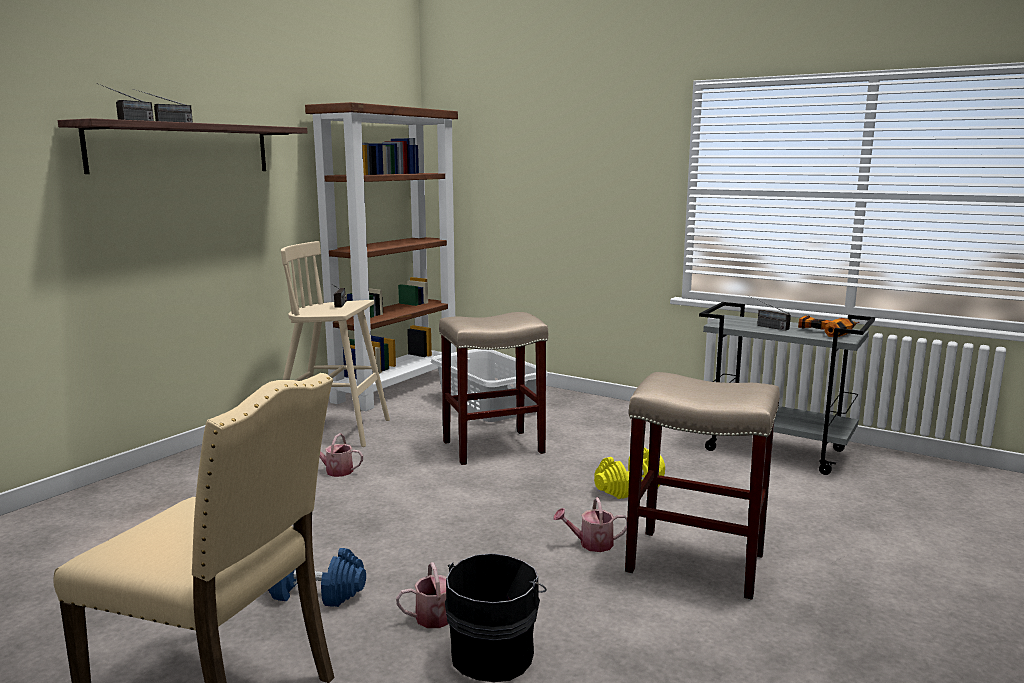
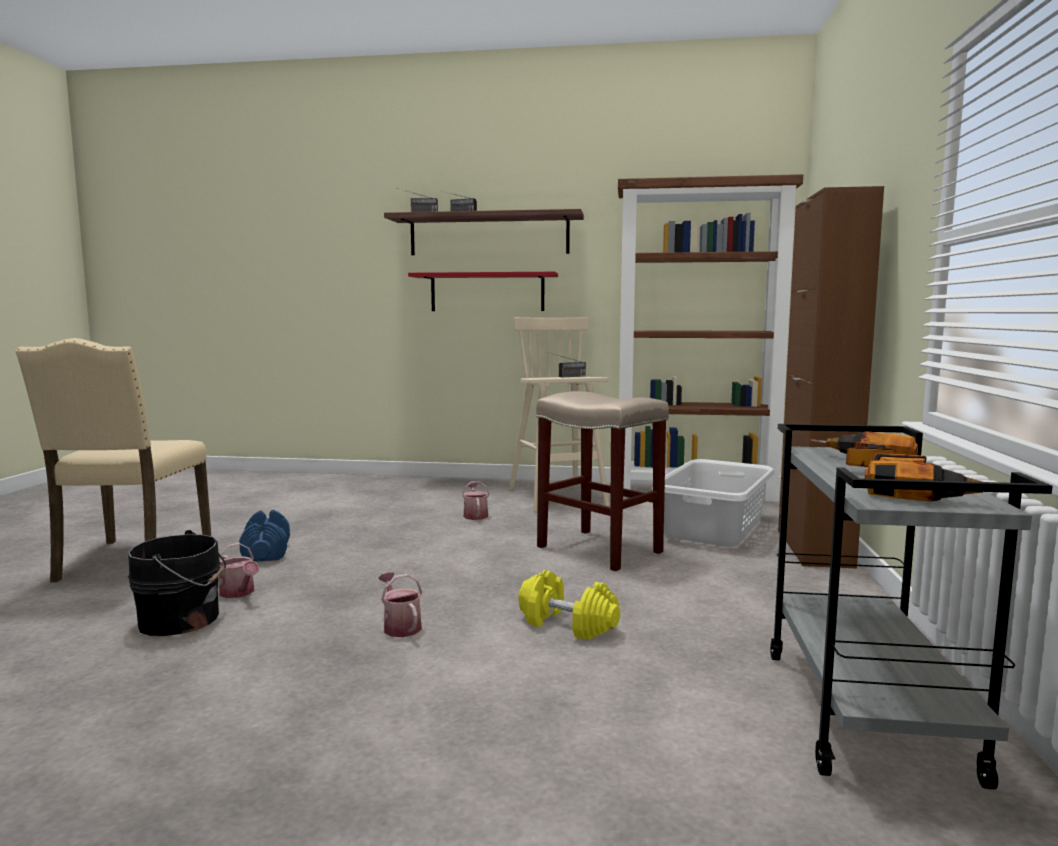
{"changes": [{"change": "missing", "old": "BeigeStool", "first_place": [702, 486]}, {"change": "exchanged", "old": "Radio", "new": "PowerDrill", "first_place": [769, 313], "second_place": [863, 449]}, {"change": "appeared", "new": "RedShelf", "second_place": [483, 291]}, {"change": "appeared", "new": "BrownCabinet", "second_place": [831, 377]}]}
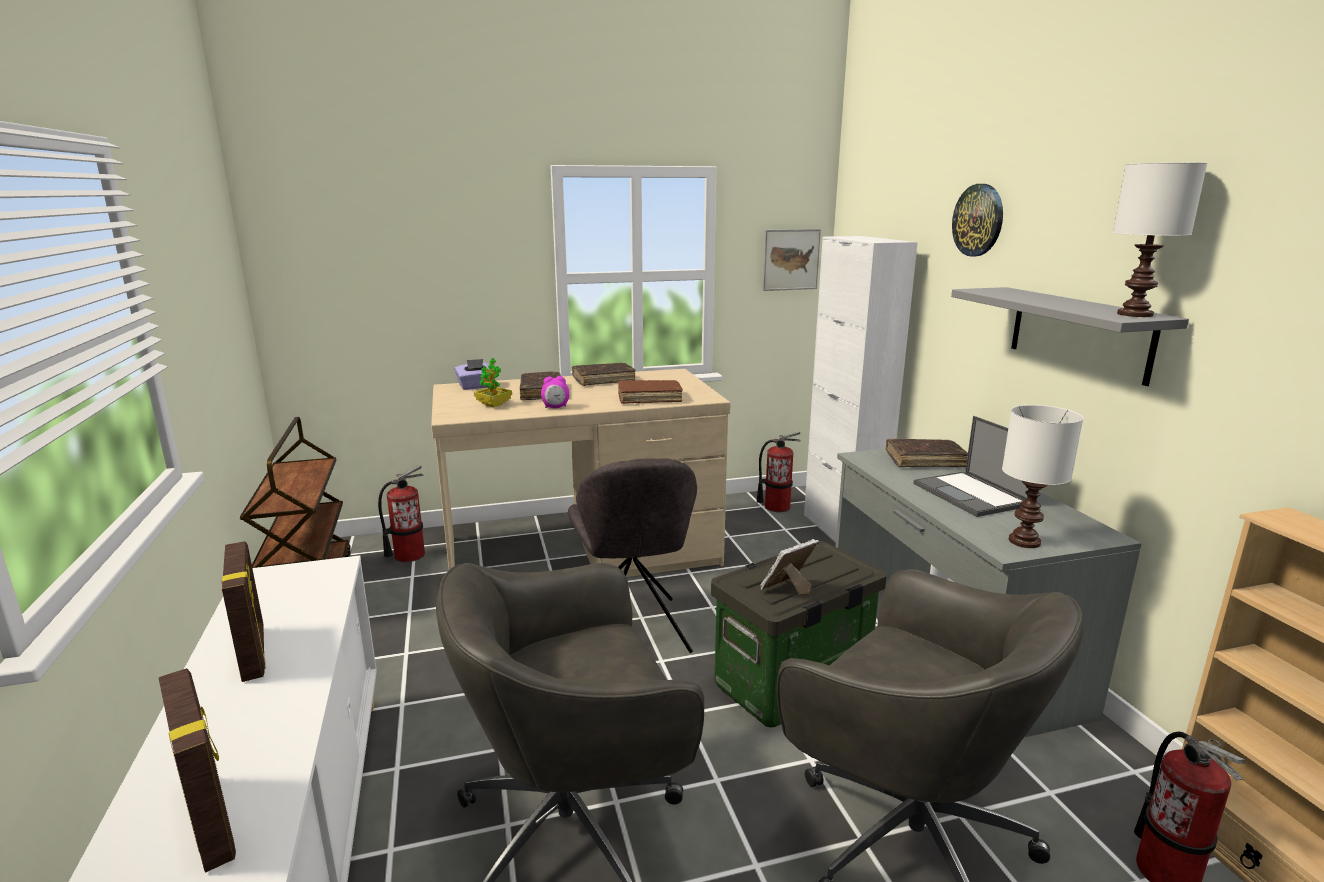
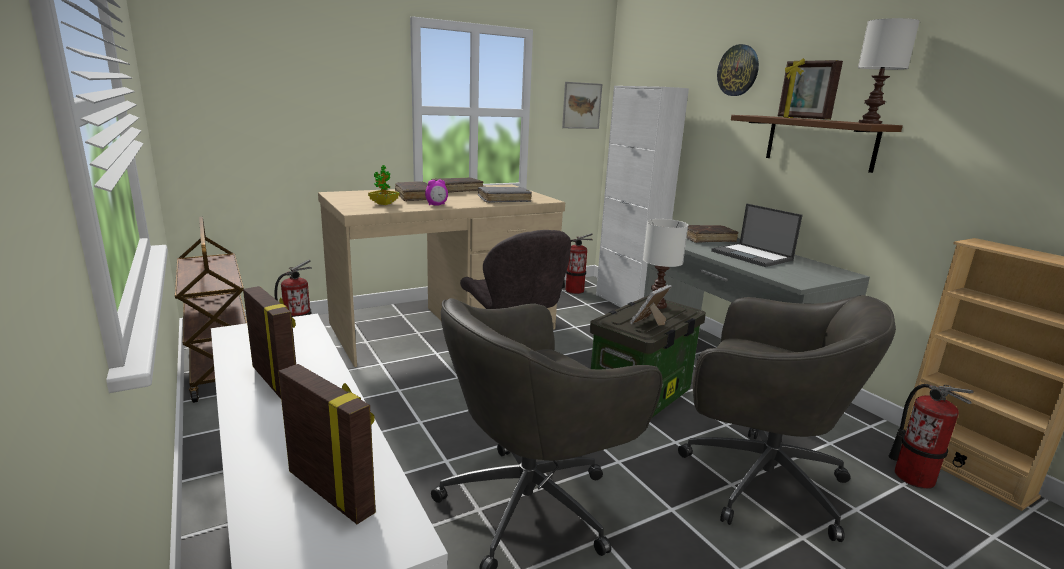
{"changes": [{"change": "missing", "old": "PurpleTissueBox", "first_place": [472, 374]}, {"change": "colour", "old": "BrownBook", "new": "GreyBook", "first_place": [650, 392], "second_place": [505, 194]}, {"change": "colour", "old": "GreyShelf", "new": "BrownShelf", "first_place": [1070, 336], "second_place": [817, 144]}, {"change": "relocated", "old": "WhiteTableLamp", "first_place": [1042, 476], "second_place": [665, 264]}, {"change": "appeared", "new": "PictureFrame", "second_place": [810, 89]}]}
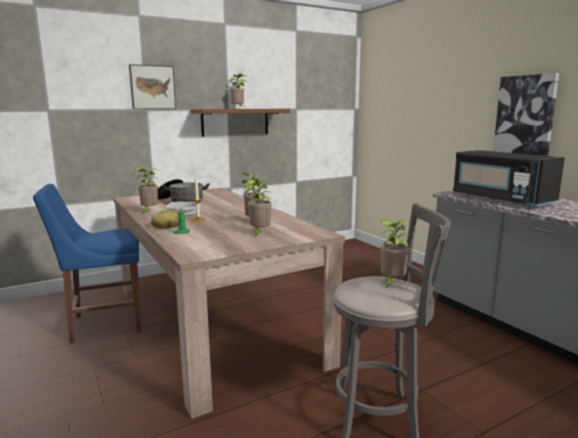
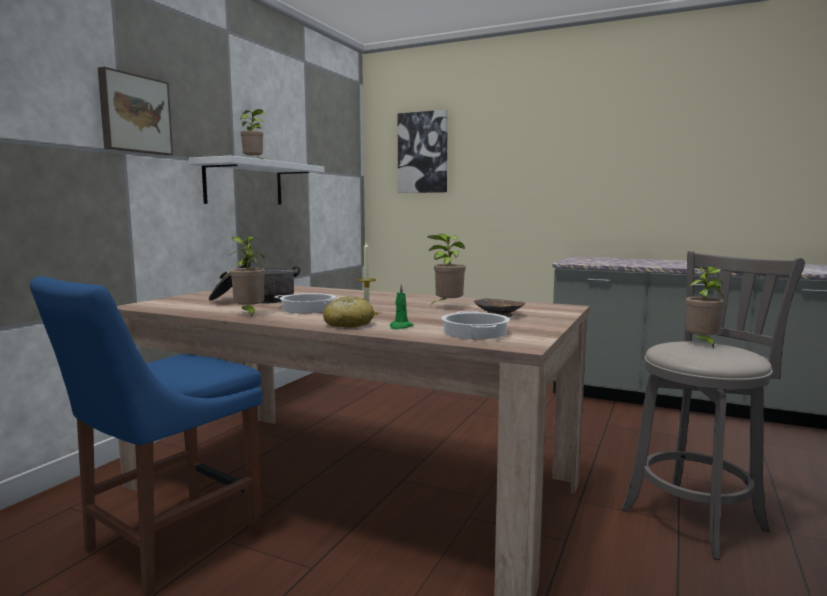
{"changes": [{"change": "colour", "old": "BrownShelf", "new": "WhiteShelf", "first_place": [240, 123], "second_place": [256, 180]}, {"change": "exchanged", "old": "PottedPlant", "new": "BrownBowl", "first_place": [259, 208], "second_place": [499, 308]}, {"change": "missing", "old": "BlackMicrowave", "first_place": [509, 179]}, {"change": "relocated", "old": "Picture", "first_place": [526, 114], "second_place": [423, 151]}, {"change": "appeared", "new": "CookingPot", "second_place": [475, 325]}]}
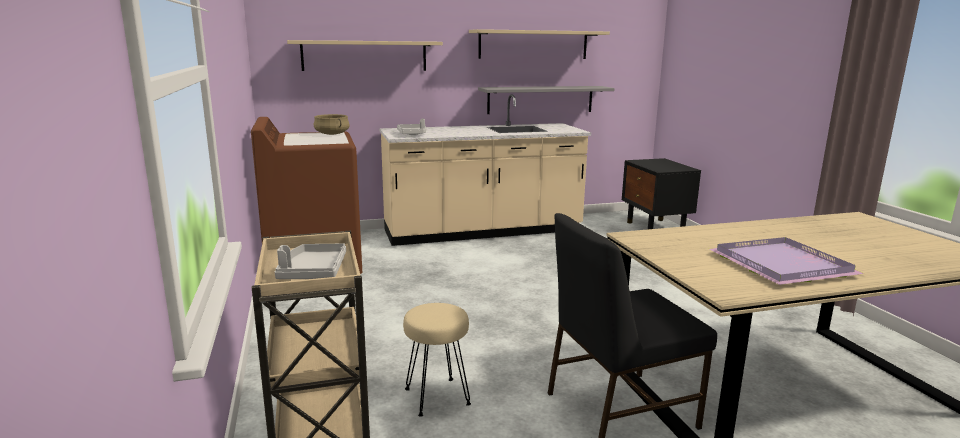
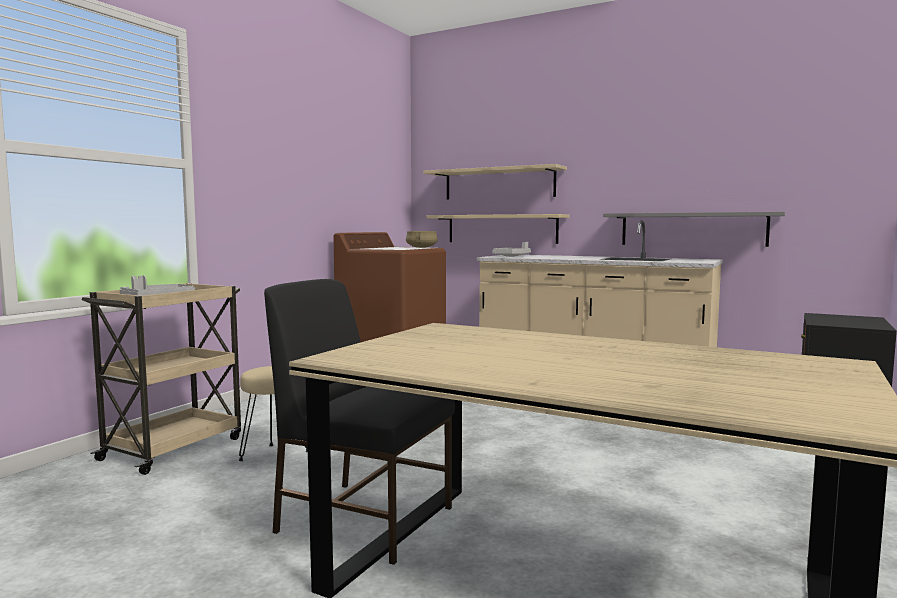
{"changes": [{"change": "relocated", "old": "BeigeShelf", "first_place": [539, 44], "second_place": [497, 229]}, {"change": "missing", "old": "PurpleTray", "first_place": [787, 261]}]}
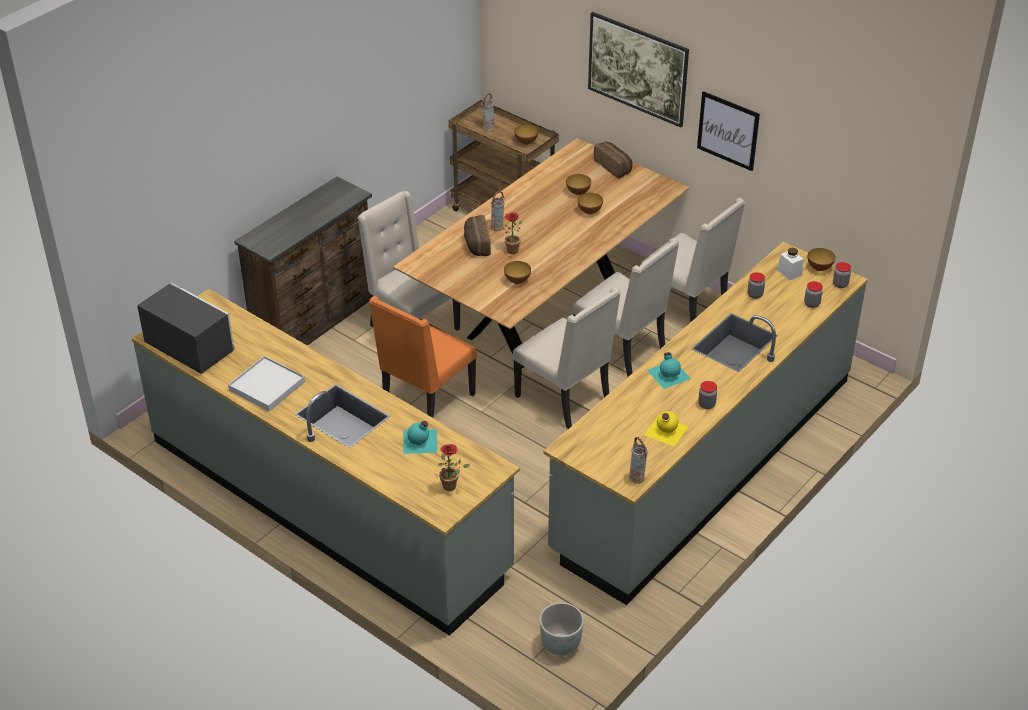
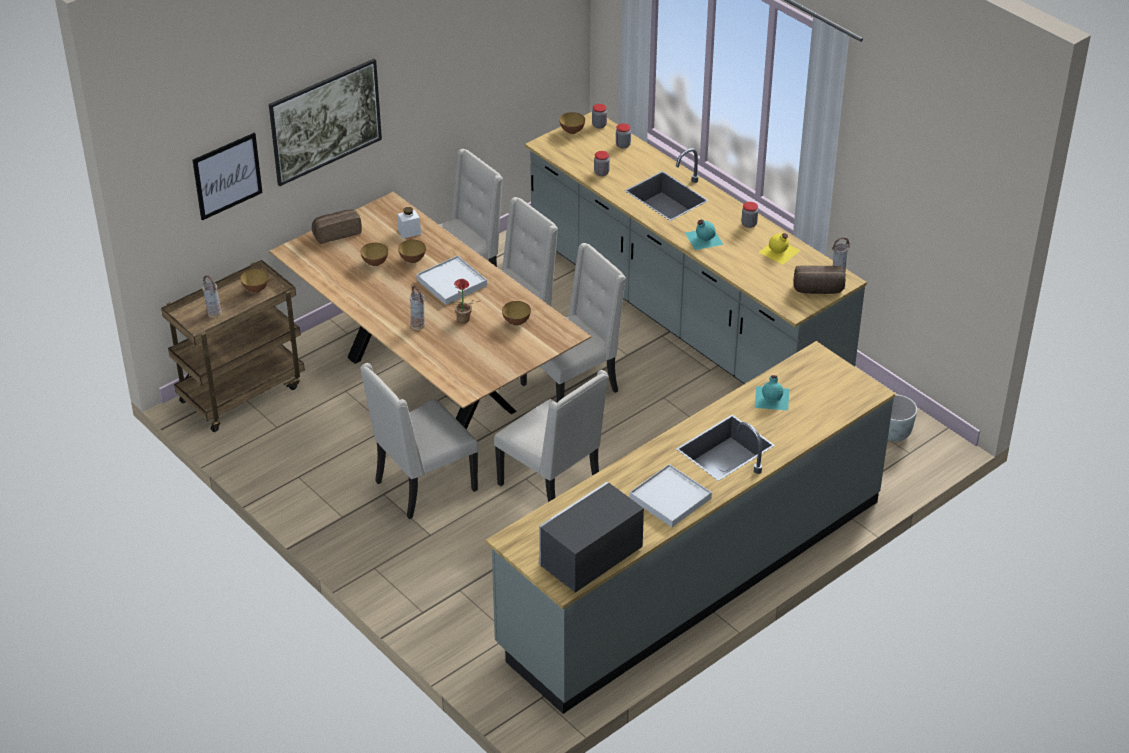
{"changes": [{"change": "missing", "old": "BrownDresser", "first_place": [303, 261]}, {"change": "colour", "old": "OrangeChair", "new": "BeigeChair", "first_place": [423, 357], "second_place": [551, 436]}, {"change": "missing", "old": "PottedPlant", "first_place": [454, 467]}, {"change": "relocated", "old": "Bread", "first_place": [477, 235], "second_place": [820, 279]}, {"change": "relocated", "old": "Picture", "first_place": [728, 131], "second_place": [228, 176]}, {"change": "relocated", "old": "WhiteJar", "first_place": [790, 264], "second_place": [409, 223]}, {"change": "appeared", "new": "WhiteTray", "second_place": [451, 280]}]}
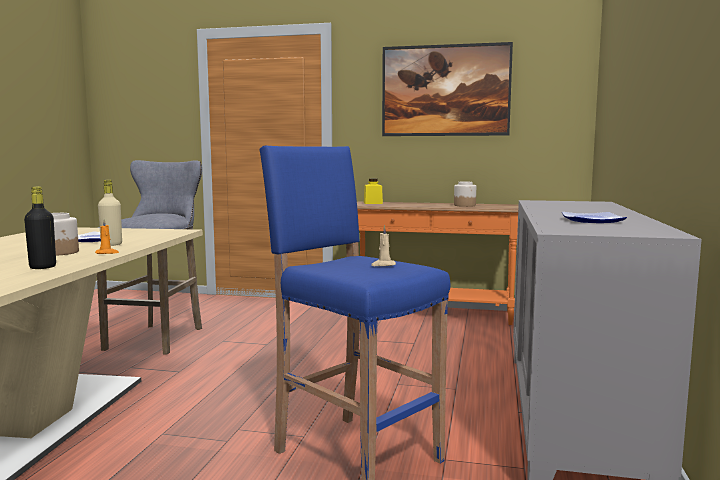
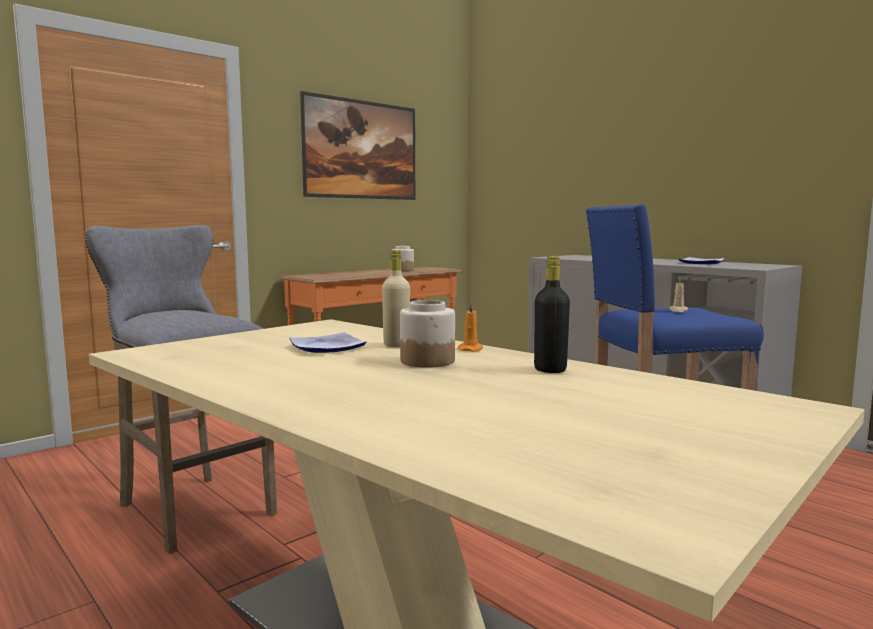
{"changes": [{"change": "missing", "old": "YellowJar", "first_place": [373, 191]}]}
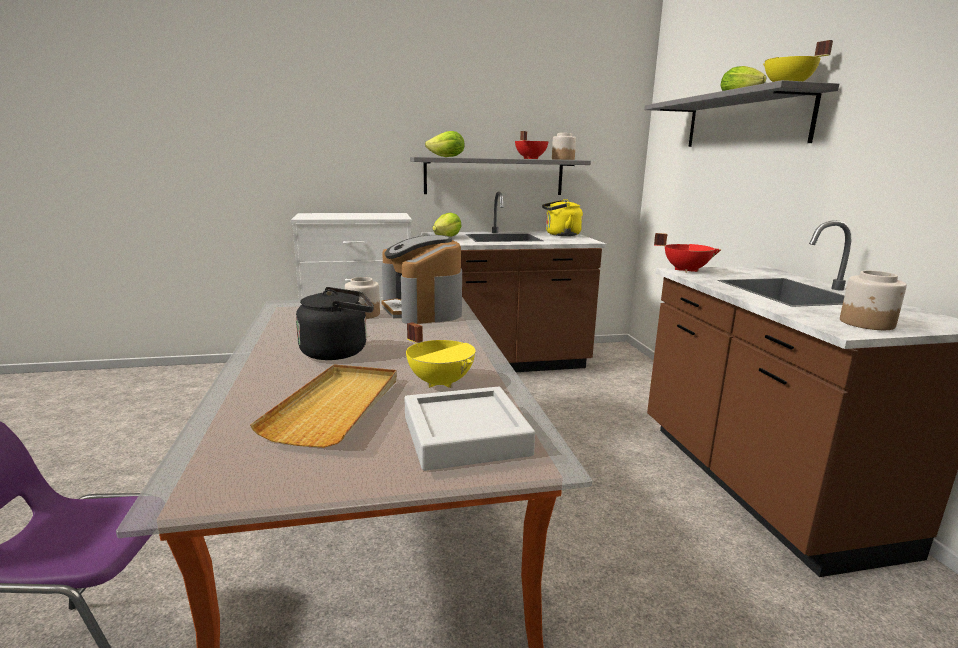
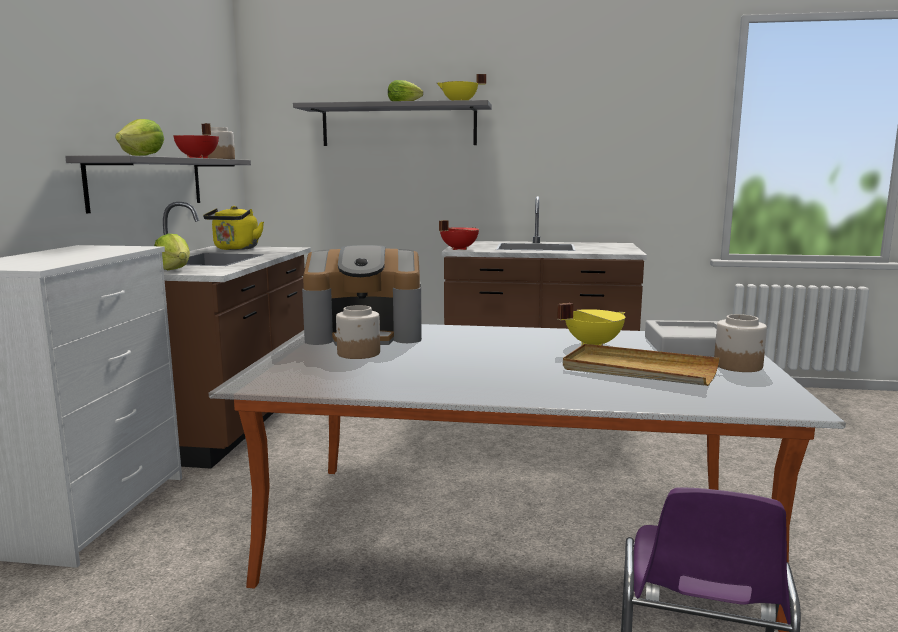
{"changes": [{"change": "missing", "old": "BlackKettle", "first_place": [335, 323]}, {"change": "relocated", "old": "Jar", "first_place": [873, 300], "second_place": [740, 343]}]}
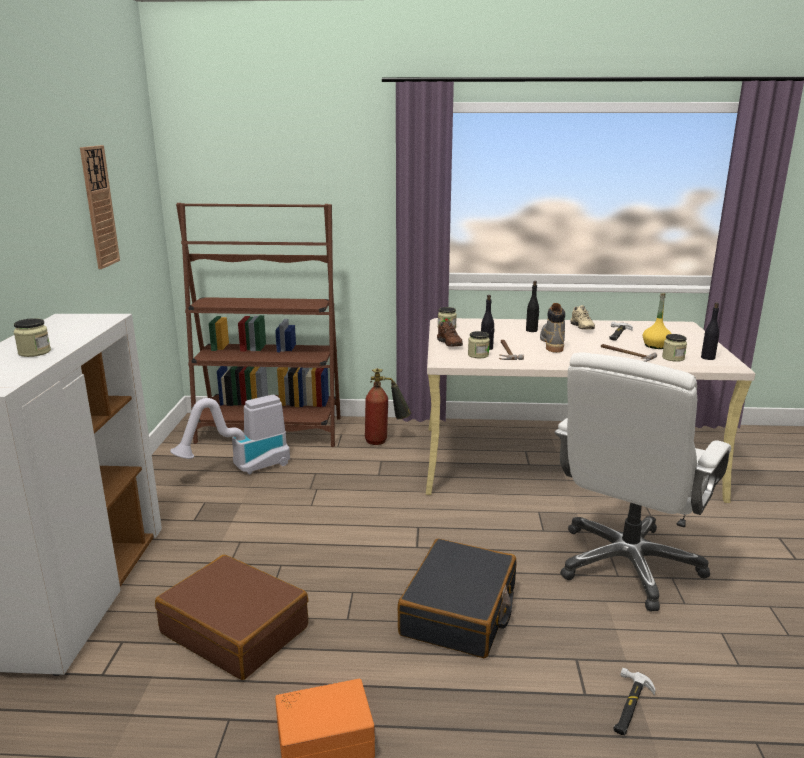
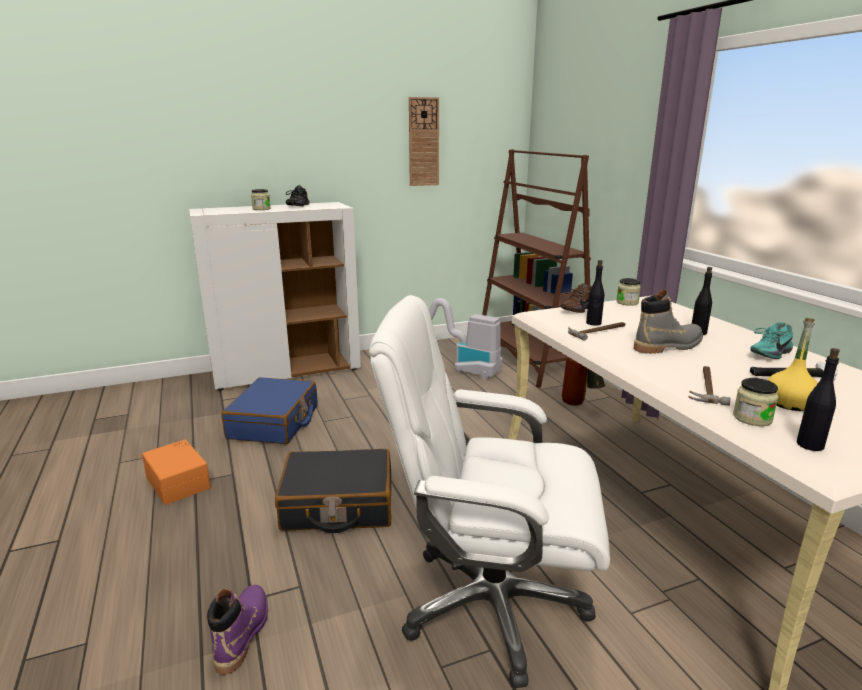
{"changes": [{"change": "colour", "old": "BrownSuitcase", "new": "BlueSuitcase", "first_place": [231, 617], "second_place": [269, 410]}, {"change": "missing", "old": "Jar", "first_place": [479, 344]}, {"change": "colour", "old": "BeigeShoe", "new": "TurquoiseShoe", "first_place": [582, 317], "second_place": [771, 340]}, {"change": "exchanged", "old": "Hammer", "new": "PurpleBoot", "first_place": [634, 701], "second_place": [237, 630]}, {"change": "appeared", "new": "BlackShoe", "second_place": [297, 195]}]}
